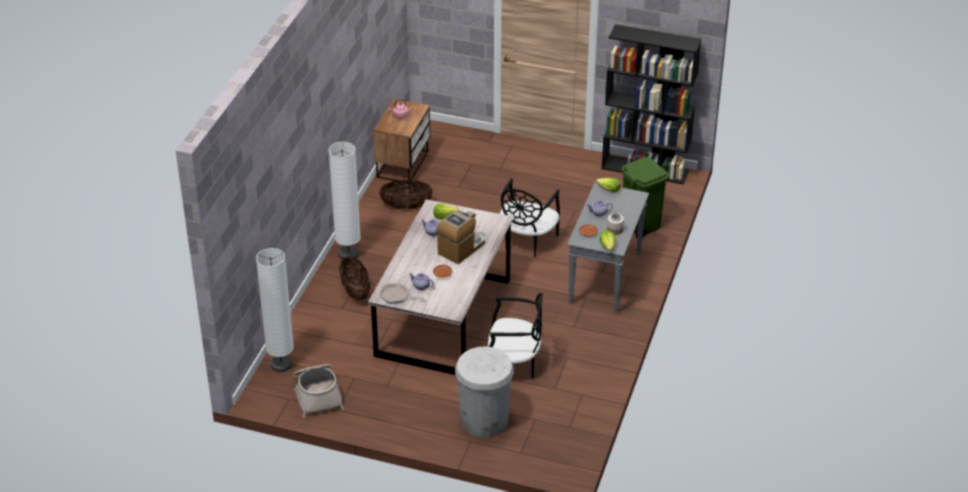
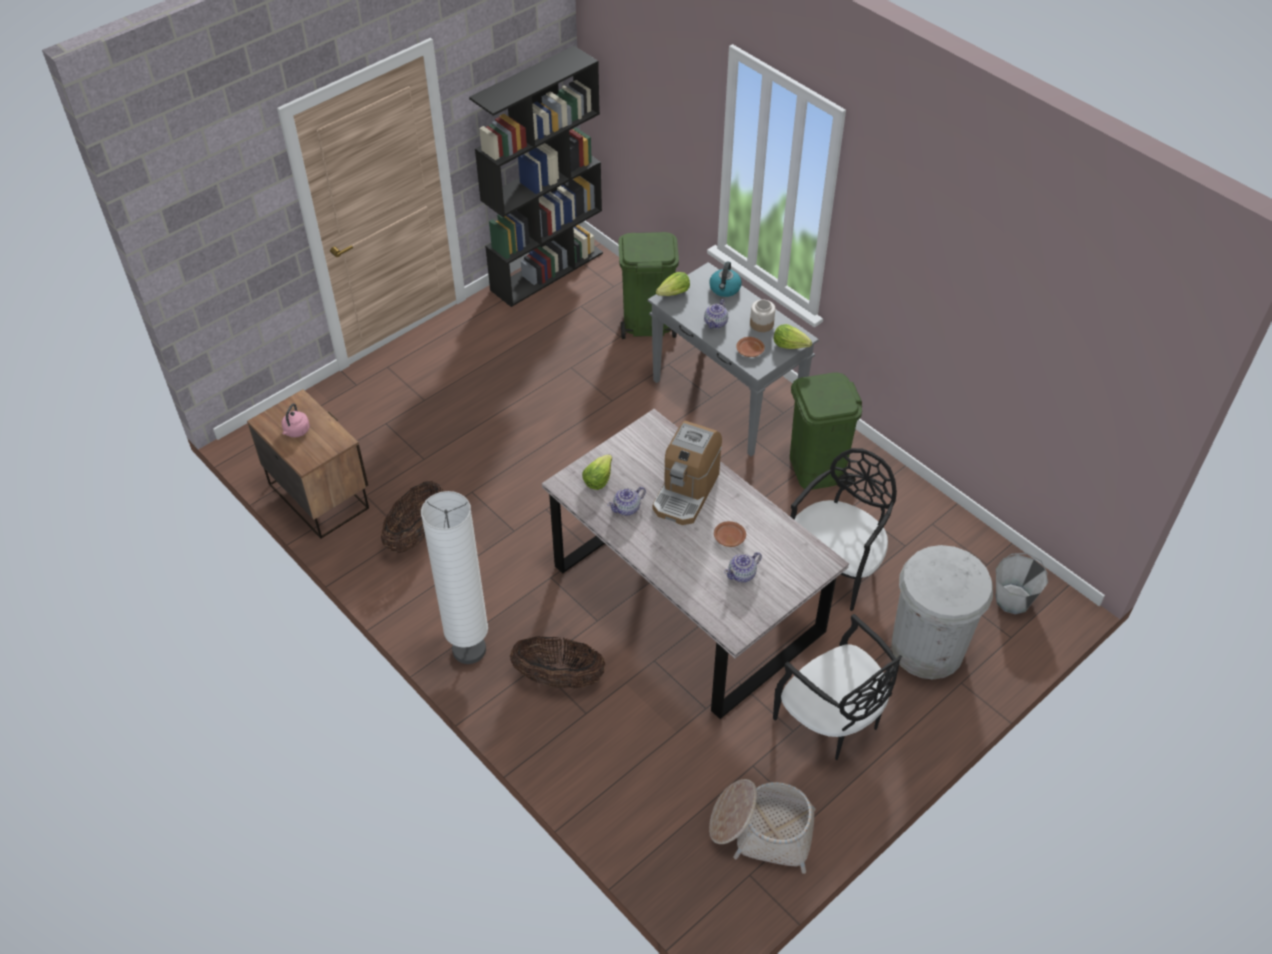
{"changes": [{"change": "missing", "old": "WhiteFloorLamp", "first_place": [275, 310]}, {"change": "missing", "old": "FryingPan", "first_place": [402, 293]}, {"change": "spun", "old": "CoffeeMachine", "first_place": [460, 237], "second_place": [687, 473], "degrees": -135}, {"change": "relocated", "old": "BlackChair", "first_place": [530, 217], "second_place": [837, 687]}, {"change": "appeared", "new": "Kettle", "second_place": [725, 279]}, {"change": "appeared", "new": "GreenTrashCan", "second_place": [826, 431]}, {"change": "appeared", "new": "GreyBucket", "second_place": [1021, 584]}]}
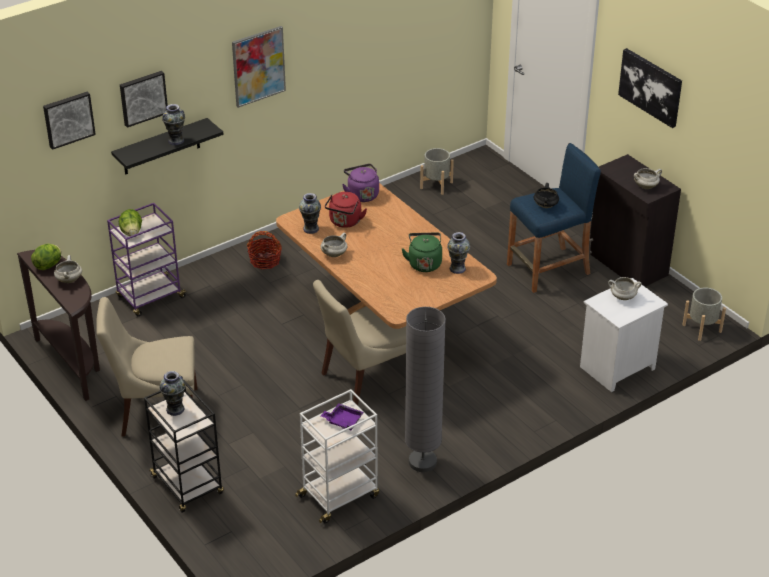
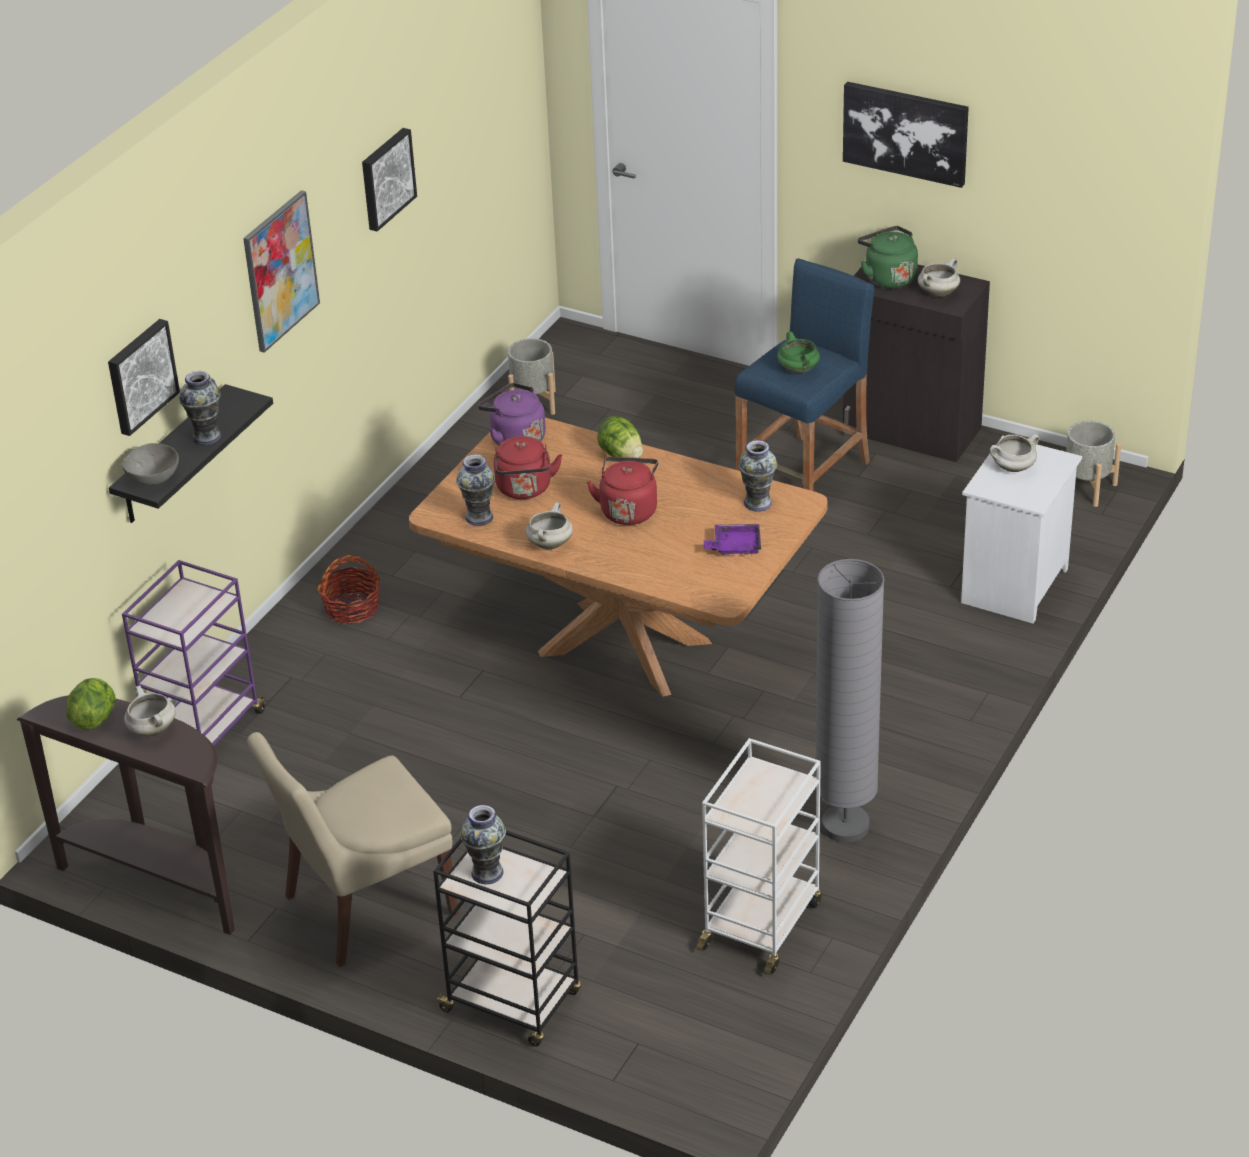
{"changes": [{"change": "relocated", "old": "Picture", "first_place": [69, 121], "second_place": [389, 180]}, {"change": "relocated", "old": "Lettuce", "first_place": [130, 222], "second_place": [620, 437]}, {"change": "missing", "old": "BeigeChair", "first_place": [359, 343]}, {"change": "relocated", "old": "PurpleTray", "first_place": [342, 416], "second_place": [732, 539]}, {"change": "relocated", "old": "GreenKettle", "first_place": [422, 252], "second_place": [888, 257]}, {"change": "colour", "old": "BlackCookingPot", "new": "GreenCookingPot", "first_place": [546, 195], "second_place": [798, 352]}, {"change": "appeared", "new": "GreyBowl", "second_place": [150, 464]}, {"change": "appeared", "new": "RedKettle", "second_place": [622, 491]}]}
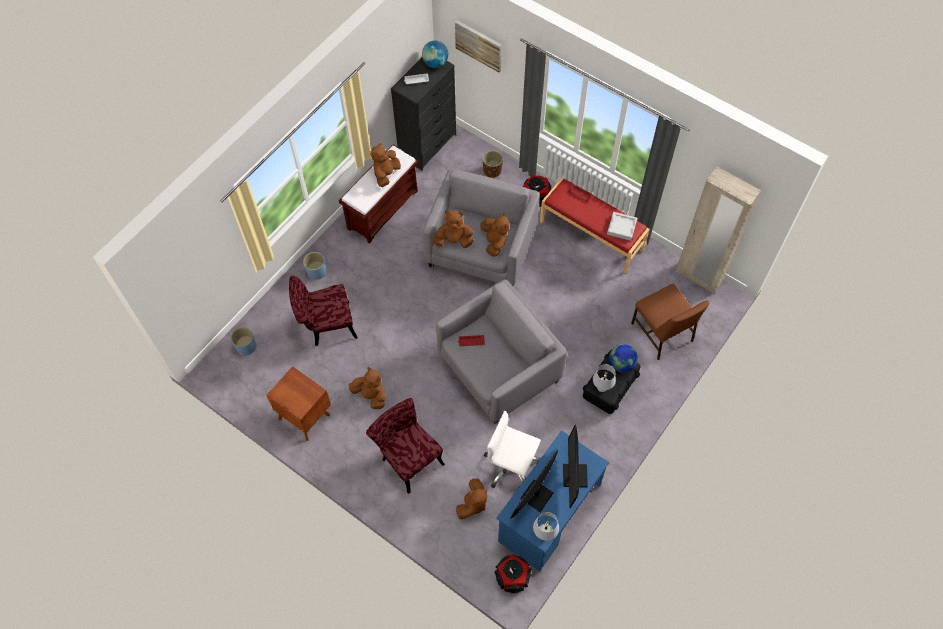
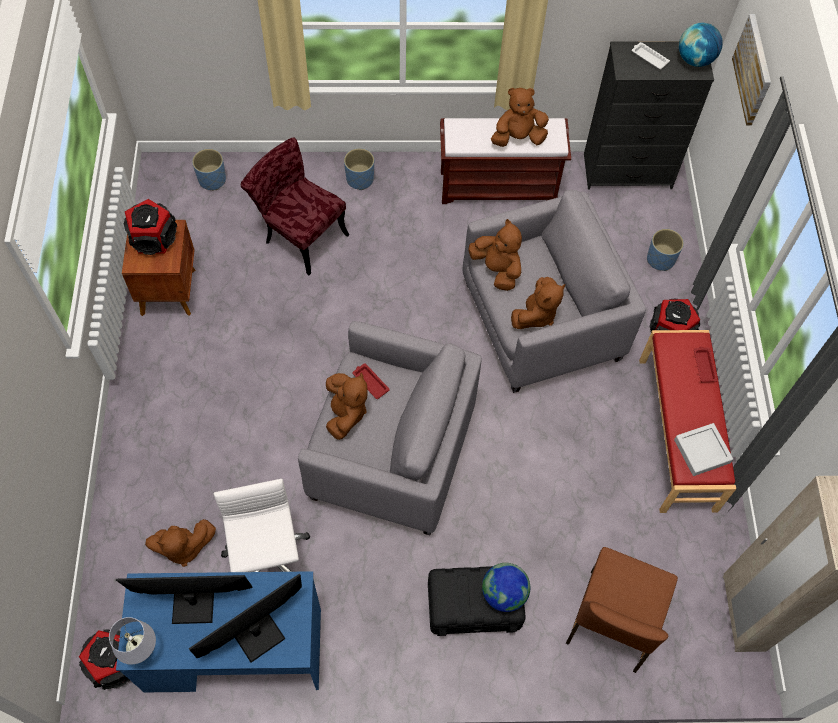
{"changes": [{"change": "relocated", "old": "BrownPlushToy", "first_place": [367, 388], "second_place": [347, 406]}, {"change": "missing", "old": "RedChair", "first_place": [405, 446]}, {"change": "colour", "old": "BrownPlanter", "new": "BluePlanter", "first_place": [493, 164], "second_place": [665, 250]}, {"change": "missing", "old": "WhiteTableLamp", "first_place": [604, 378]}, {"change": "appeared", "new": "Speaker", "second_place": [150, 227]}]}
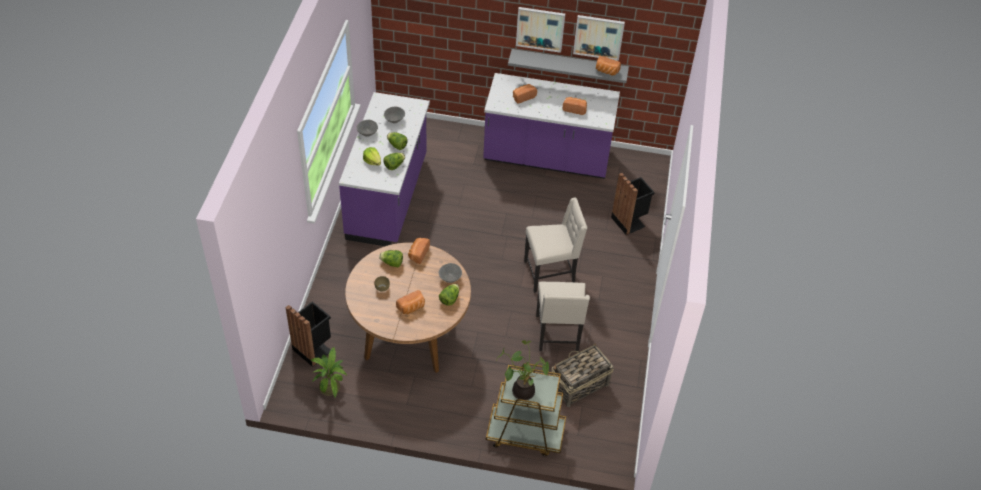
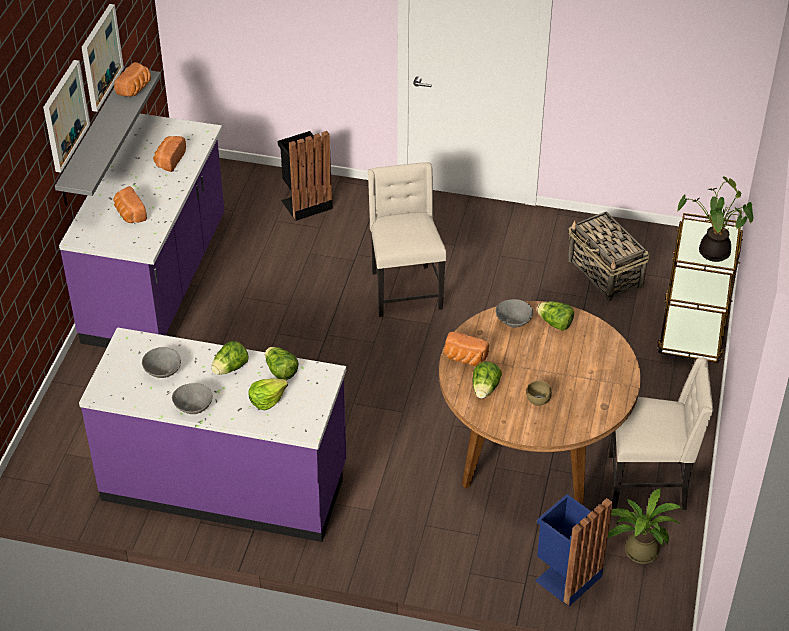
{"changes": [{"change": "colour", "old": "BlackTrashCan", "new": "BlueTrashCan", "first_place": [308, 334], "second_place": [574, 550]}, {"change": "missing", "old": "Bread", "first_place": [410, 302]}, {"change": "relocated", "old": "BeigeChair", "first_place": [563, 316], "second_place": [661, 434]}]}
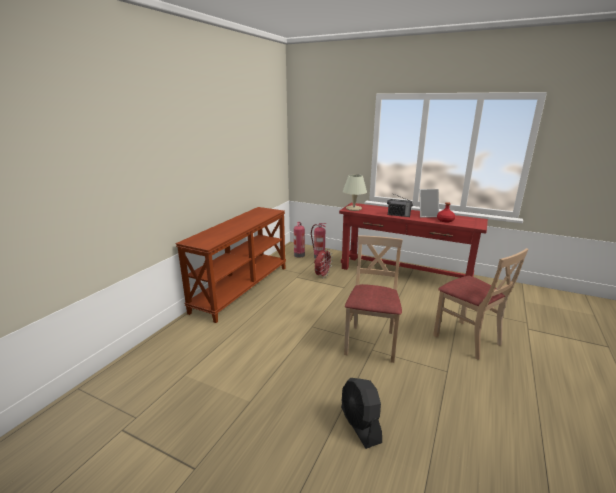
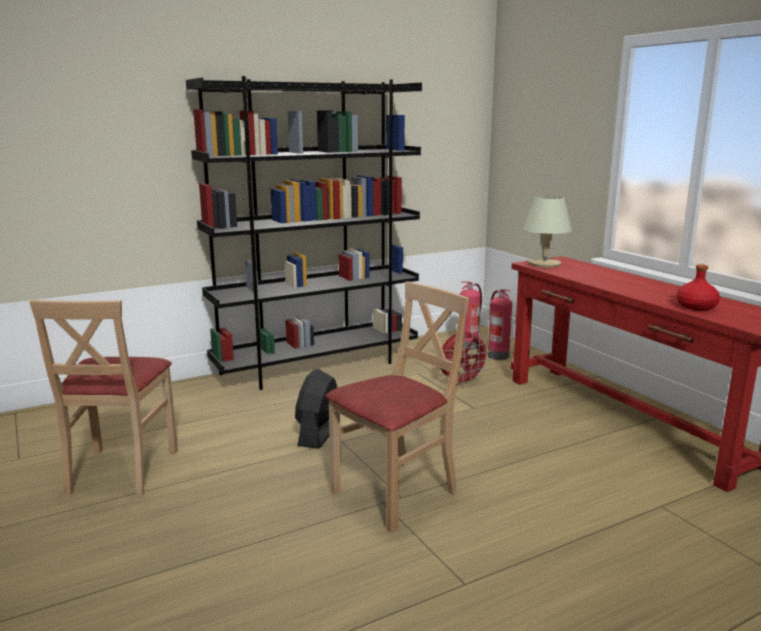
{"changes": [{"change": "exchanged", "old": "BrownConsoleTable", "new": "BlackBookcase", "first_place": [231, 265], "second_place": [304, 233]}, {"change": "relocated", "old": "BlackFan", "first_place": [361, 413], "second_place": [316, 409]}, {"change": "missing", "old": "Radio", "first_place": [400, 205]}, {"change": "missing", "old": "PictureFrame", "first_place": [429, 203]}, {"change": "relocated", "old": "BeigeChair", "first_place": [480, 304], "second_place": [103, 398]}]}
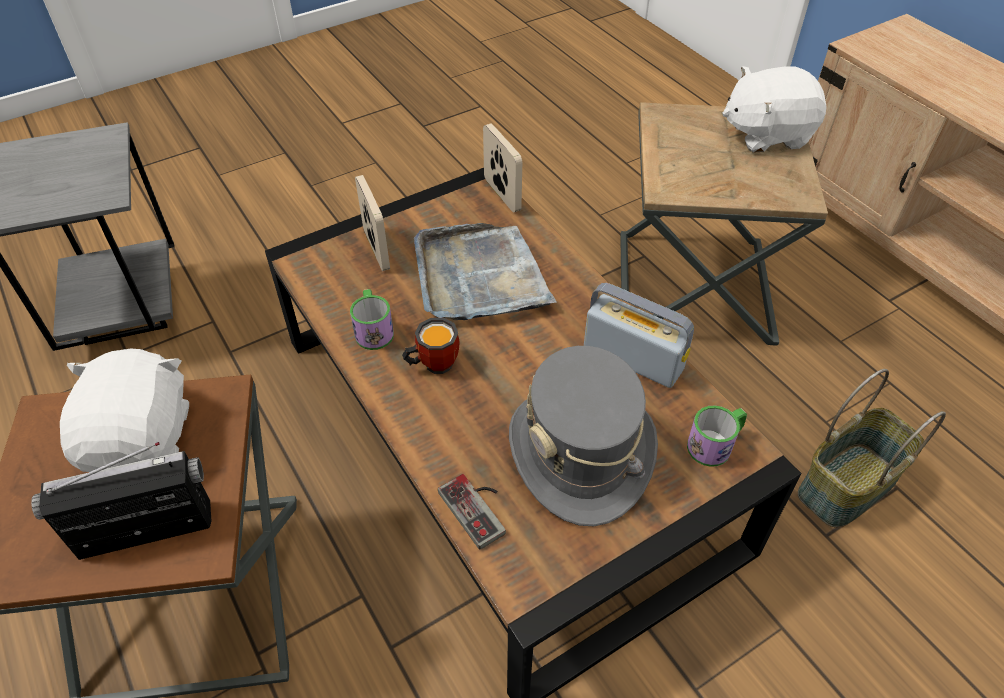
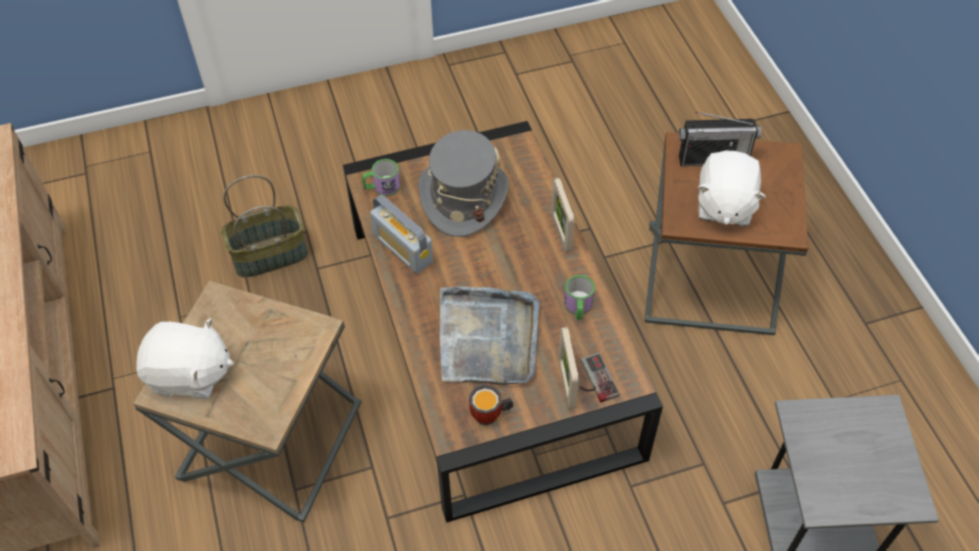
{"changes": [{"change": "relocated", "old": "Mug", "first_place": [431, 346], "second_place": [491, 405]}, {"change": "relocated", "old": "GameController", "first_place": [472, 512], "second_place": [600, 377]}, {"change": "relocated", "old": "PictureFrame", "first_place": [502, 167], "second_place": [563, 215]}]}
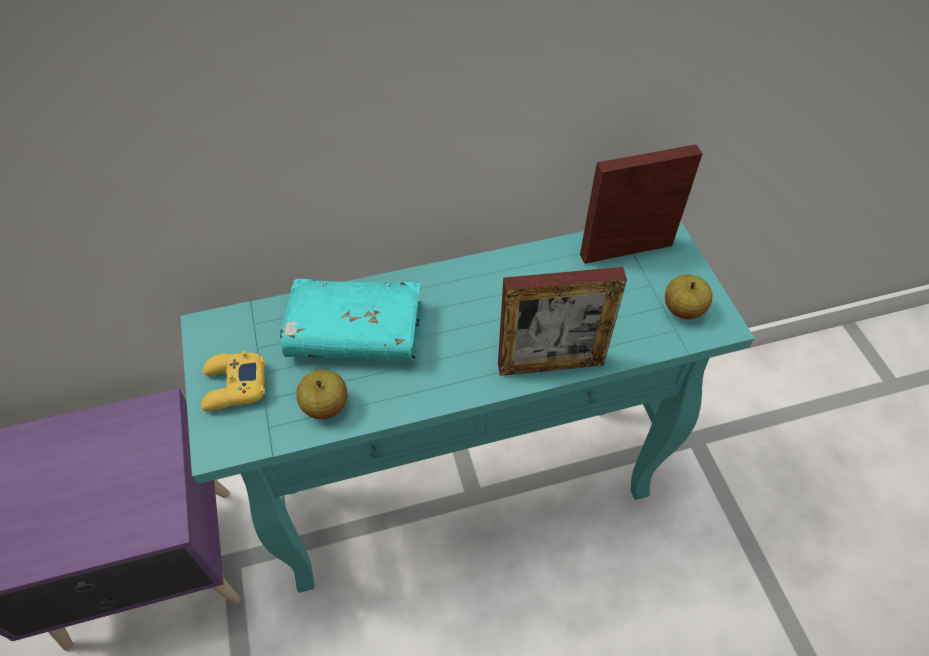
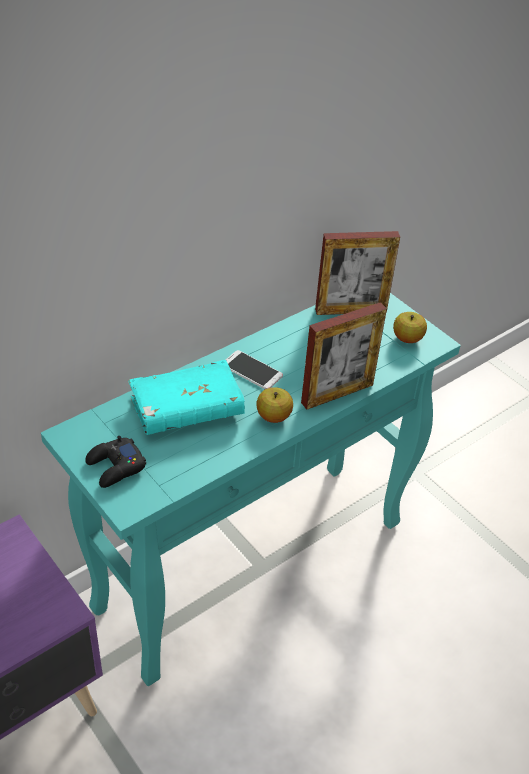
{"changes": [{"change": "colour", "old": "YellowGameController", "new": "BlackGameController", "first_place": [233, 381], "second_place": [115, 462]}, {"change": "relocated", "old": "Apple", "first_place": [321, 394], "second_place": [275, 405]}, {"change": "spun", "old": "PictureFrame", "first_place": [641, 204], "second_place": [357, 273], "degrees": -150}, {"change": "appeared", "new": "Phone", "second_place": [254, 369]}]}
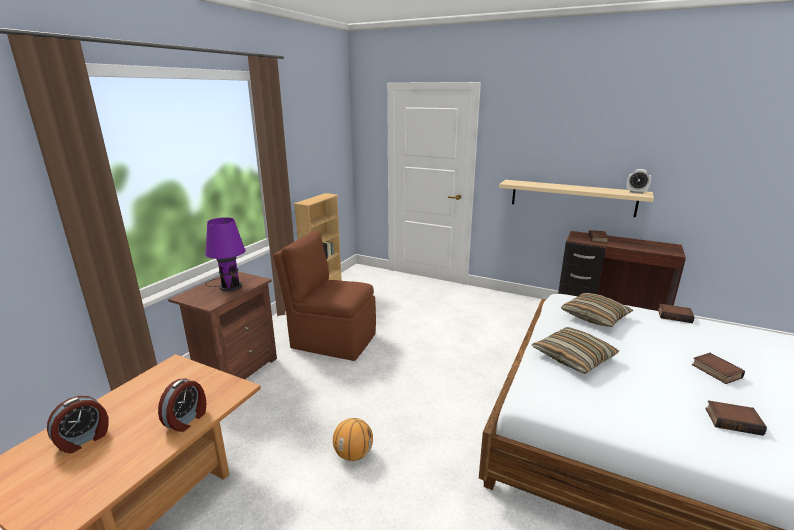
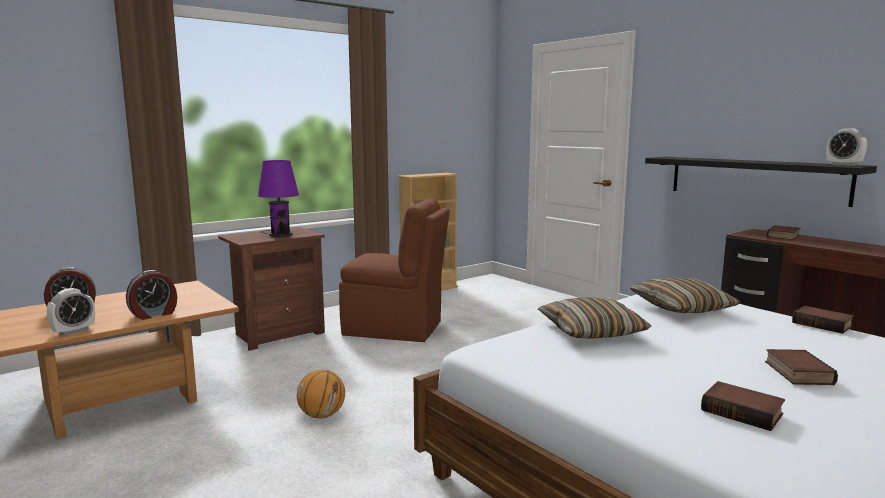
{"changes": [{"change": "spun", "old": "BrownChair", "first_place": [324, 296], "second_place": [394, 270], "degrees": 150}, {"change": "colour", "old": "BeigeShelf", "new": "BlackShelf", "first_place": [576, 198], "second_place": [761, 182]}, {"change": "appeared", "new": "AlarmClock", "second_place": [71, 312]}]}
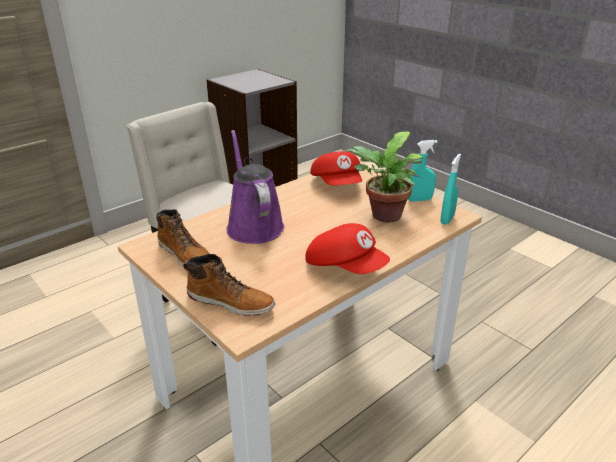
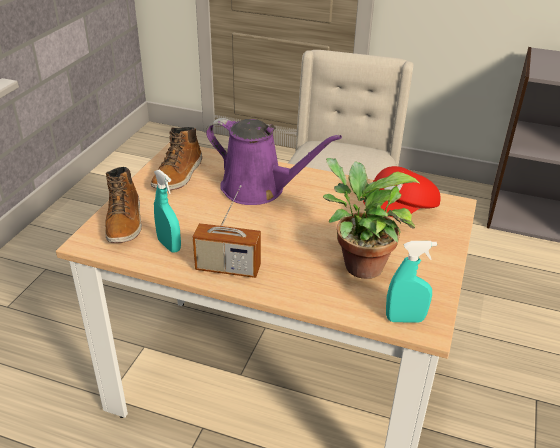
{"changes": [{"change": "spun", "old": "PurpleWateringCan", "first_place": [255, 187], "second_place": [274, 161], "degrees": 75}, {"change": "exchanged", "old": "RedCap", "new": "Radio", "first_place": [347, 248], "second_place": [227, 231]}, {"change": "relocated", "old": "TurquoiseSprayBottle", "first_place": [423, 171], "second_place": [167, 211]}]}
